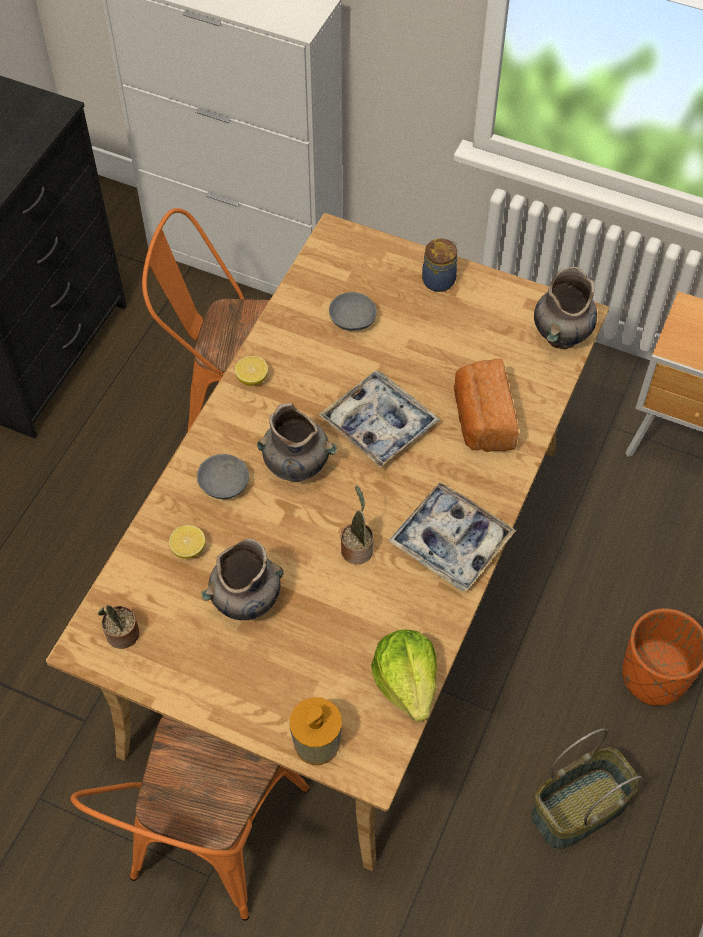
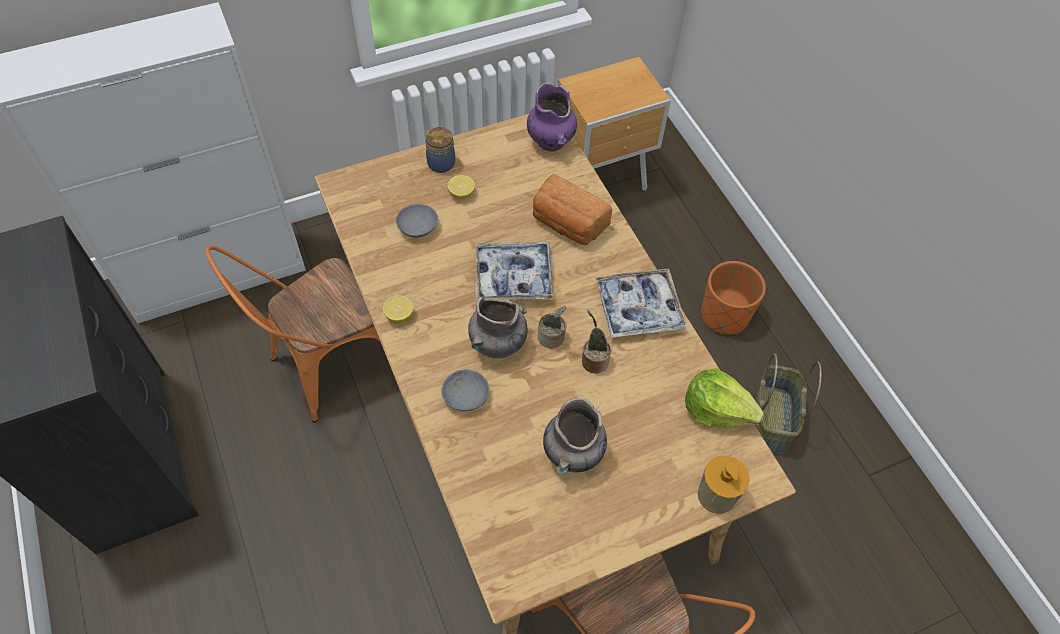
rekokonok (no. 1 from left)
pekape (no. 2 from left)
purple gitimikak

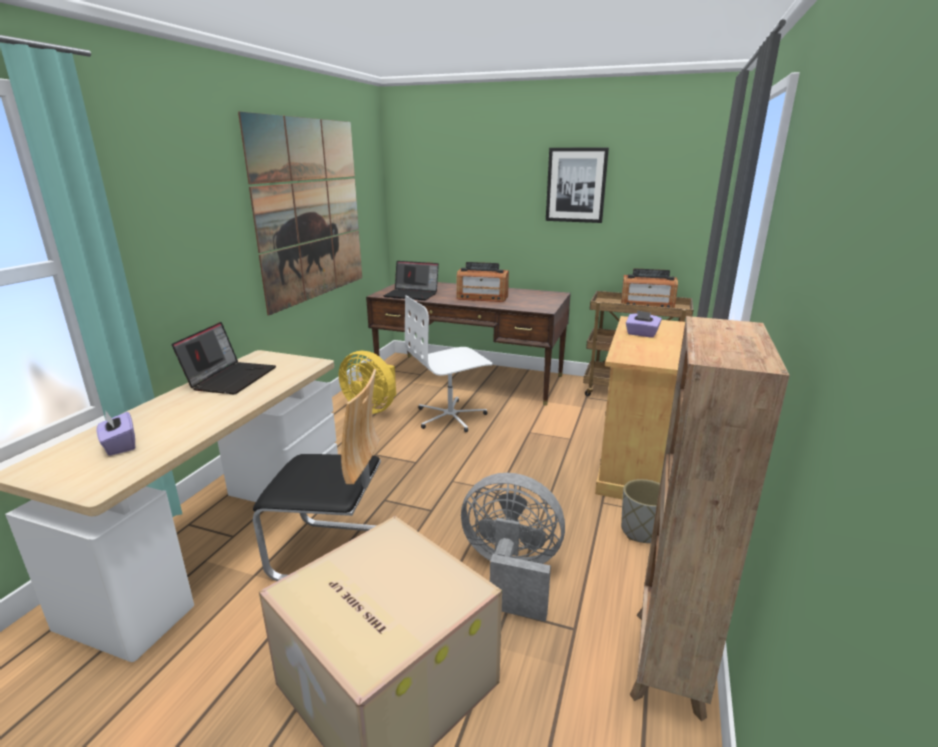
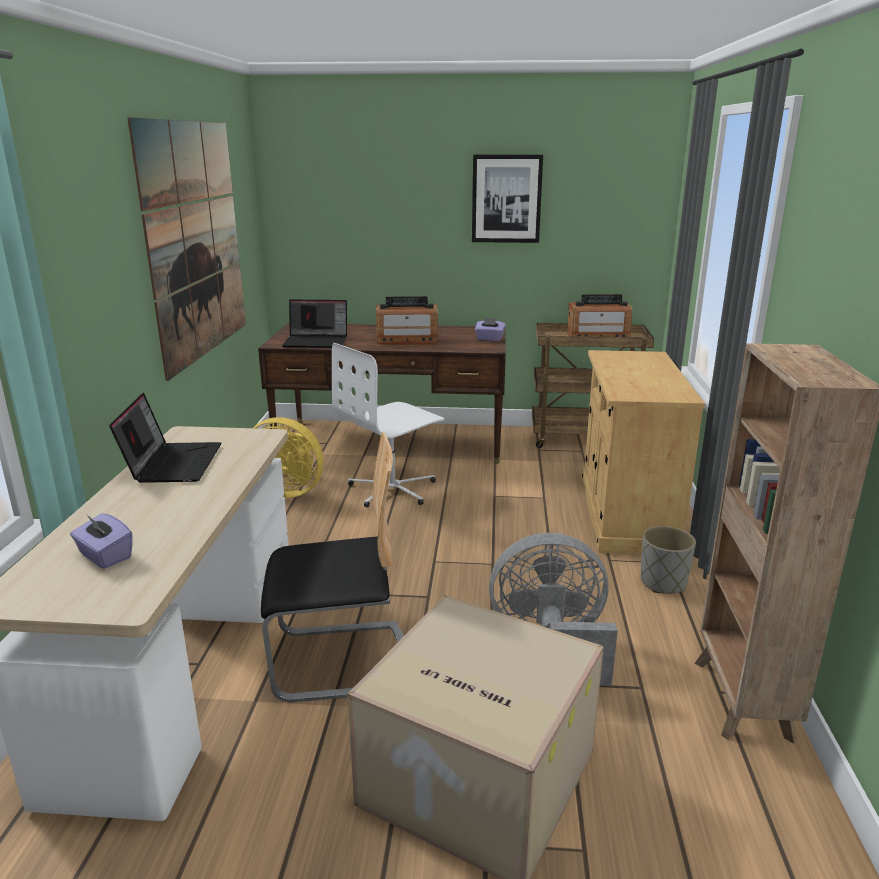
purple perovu (no. 2 from left)

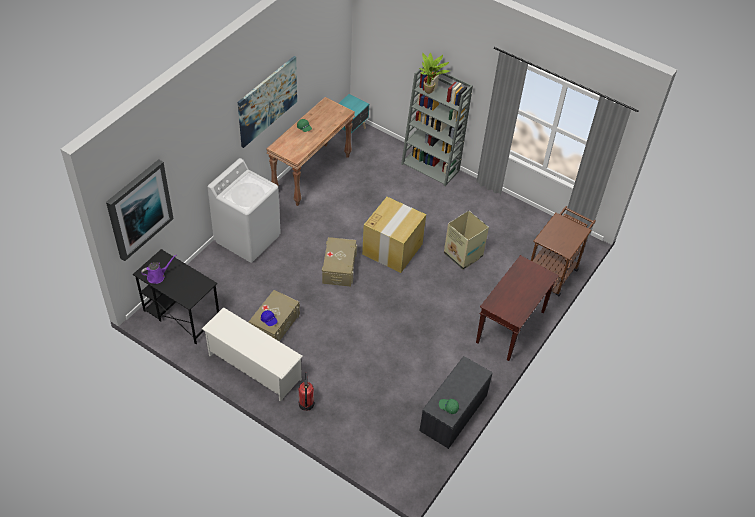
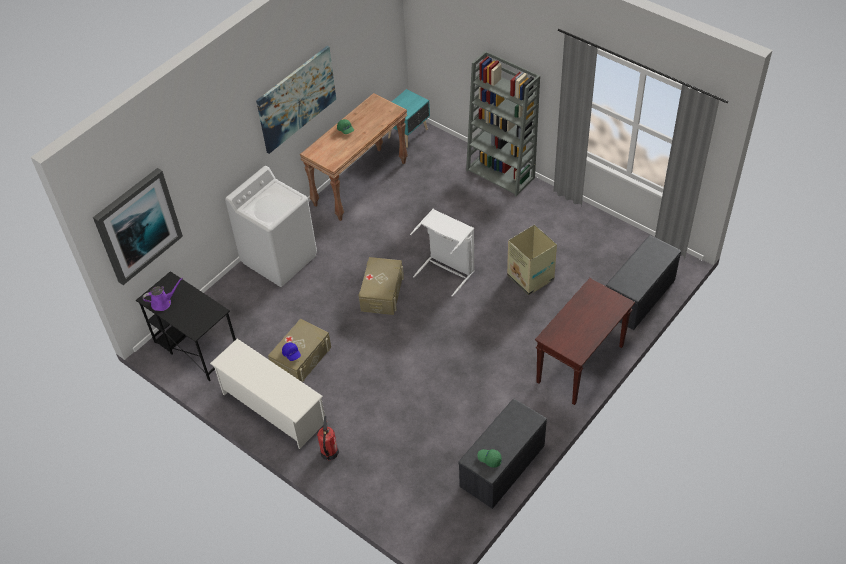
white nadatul
rekokonok
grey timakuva (no. 2 from left)

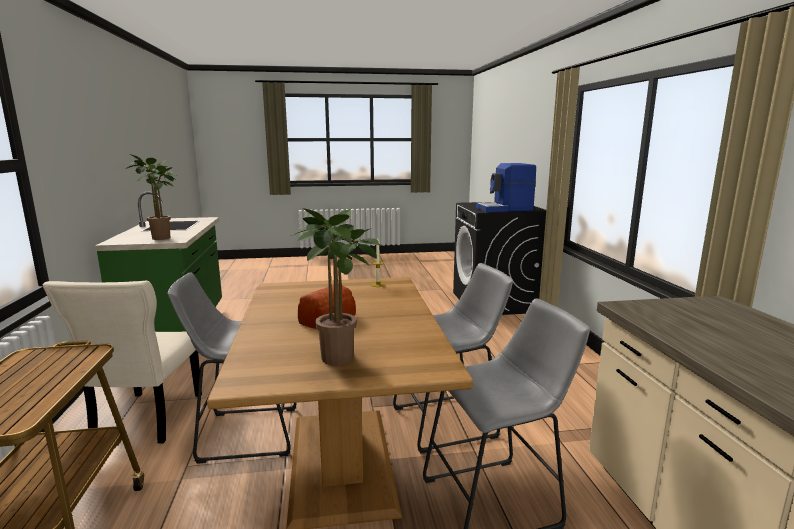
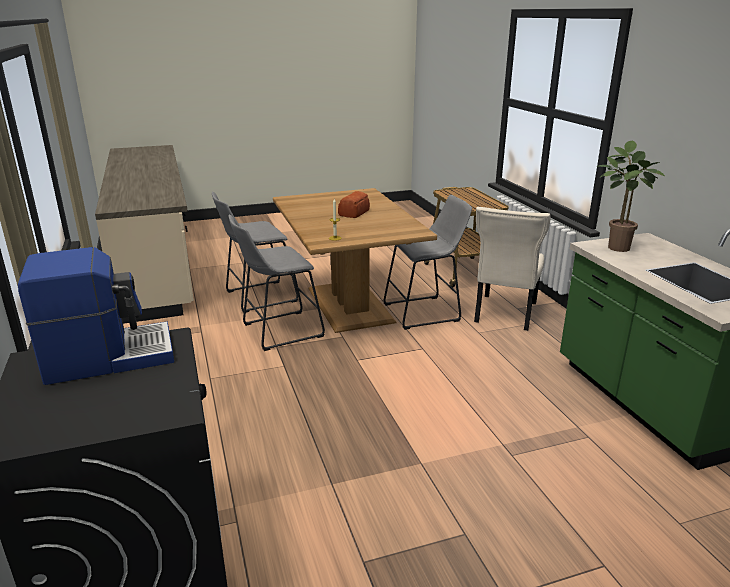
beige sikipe
rekokonok (no. 2 from left in the first image)

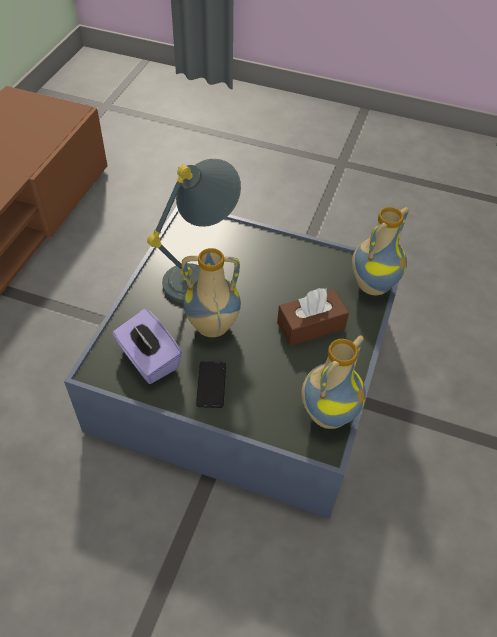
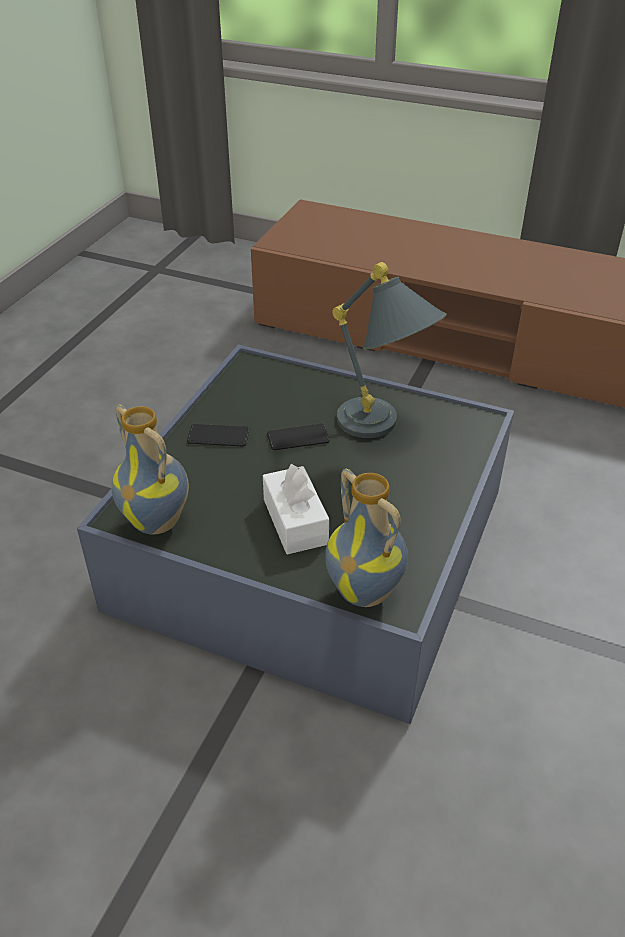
purple perovu
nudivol (no. 2 from left)
white perovu

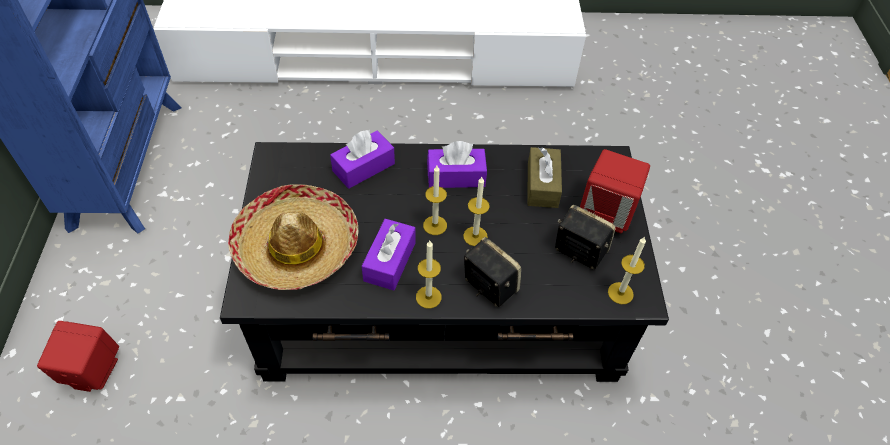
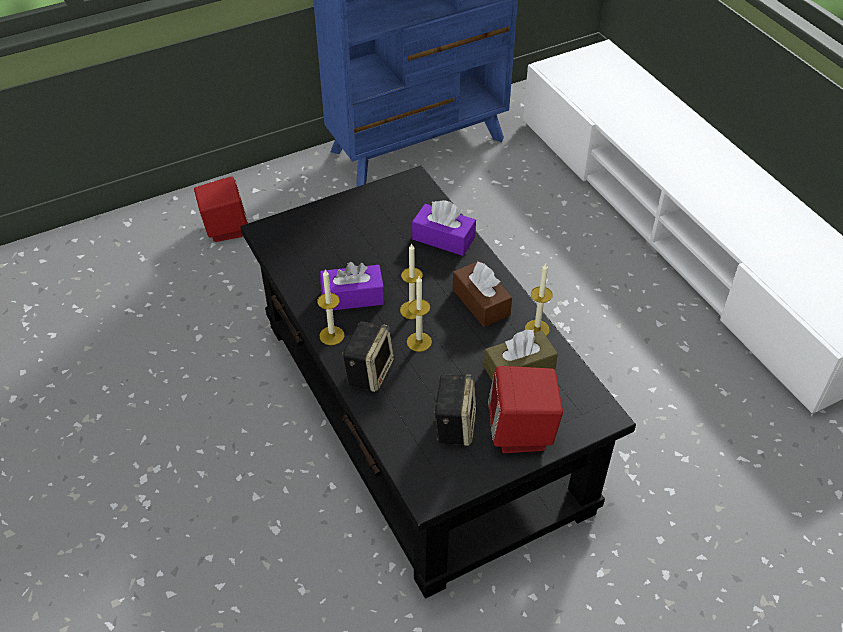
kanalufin
brown perovu (no. 1 from left)
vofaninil (no. 4 from left)

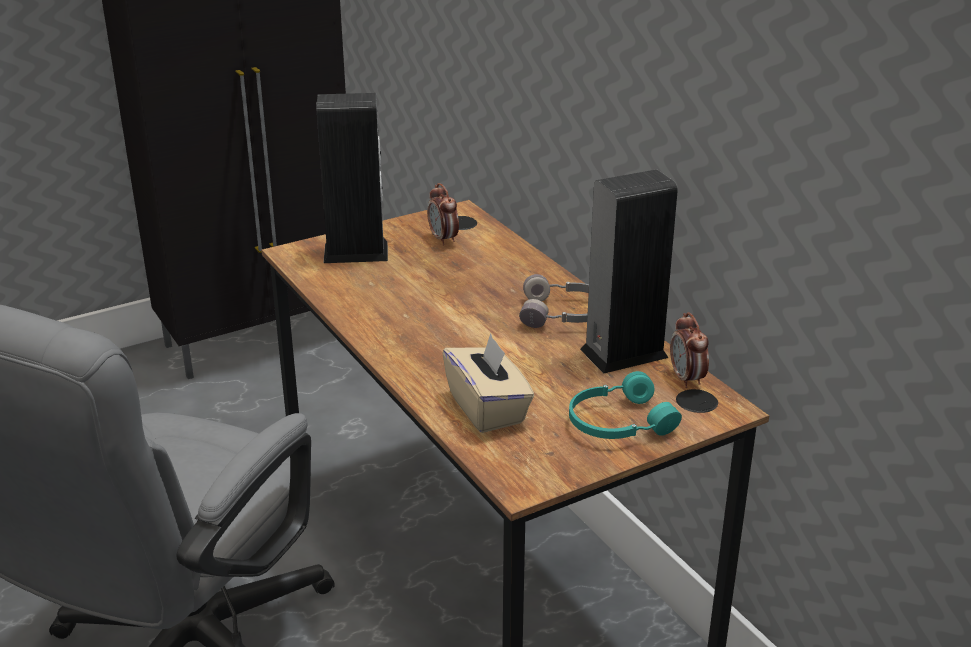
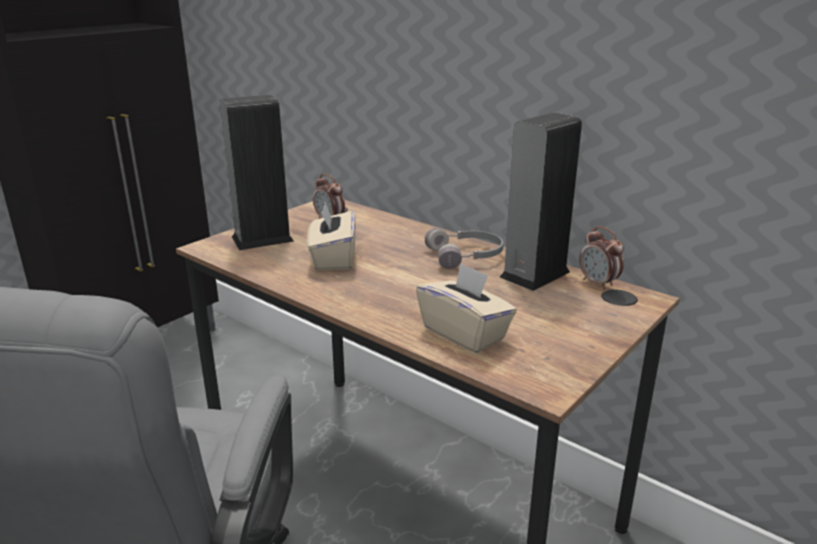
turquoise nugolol
beige perovu (no. 1 from left)

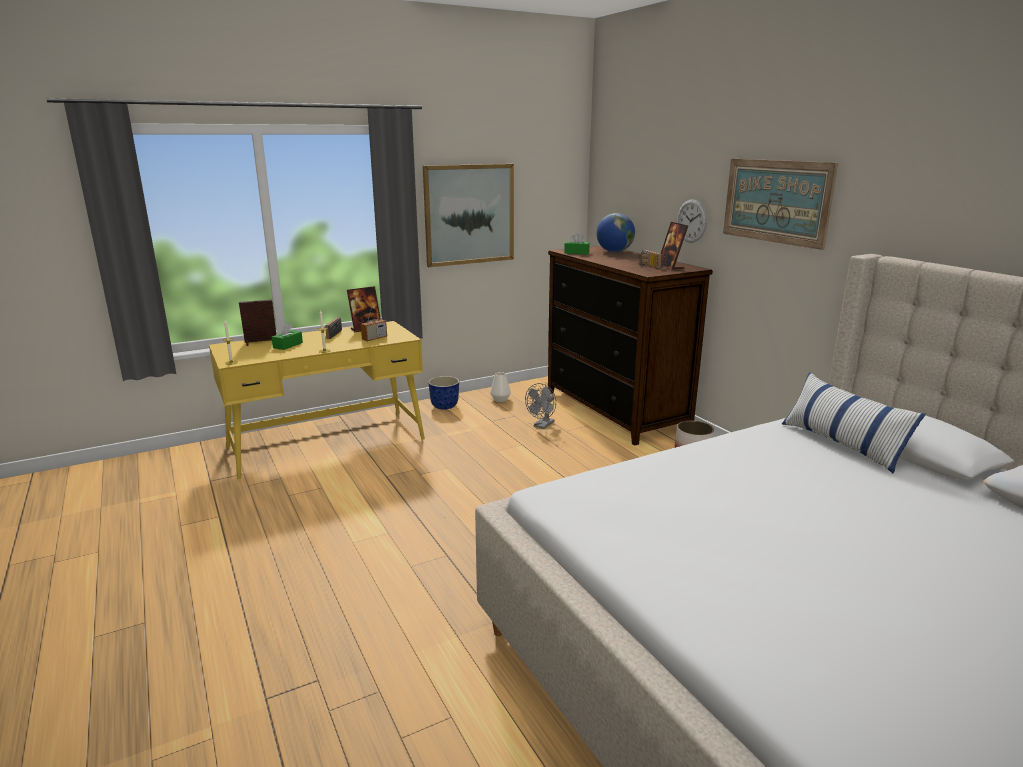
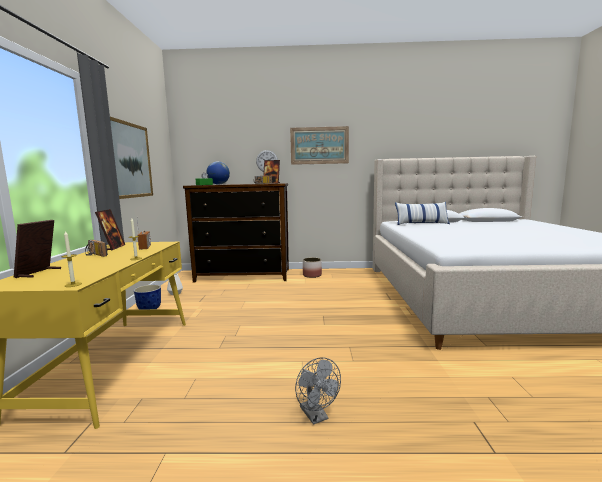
green perovu (no. 1 from left in the first image)
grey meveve

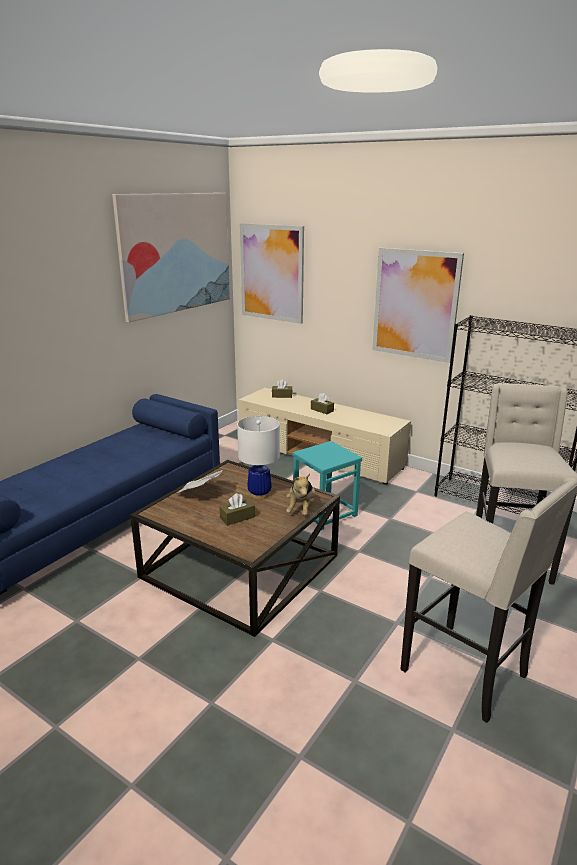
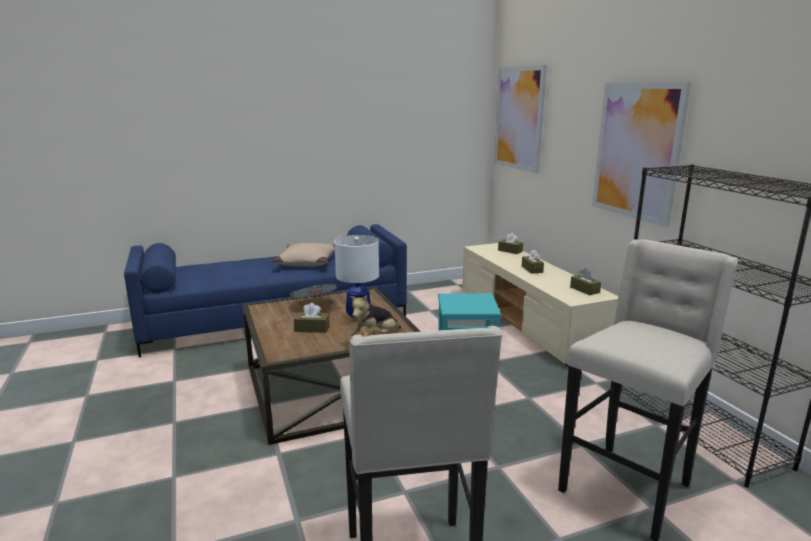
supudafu (no. 1 from left in the first image)
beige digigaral
brown perovu (no. 4 from left)

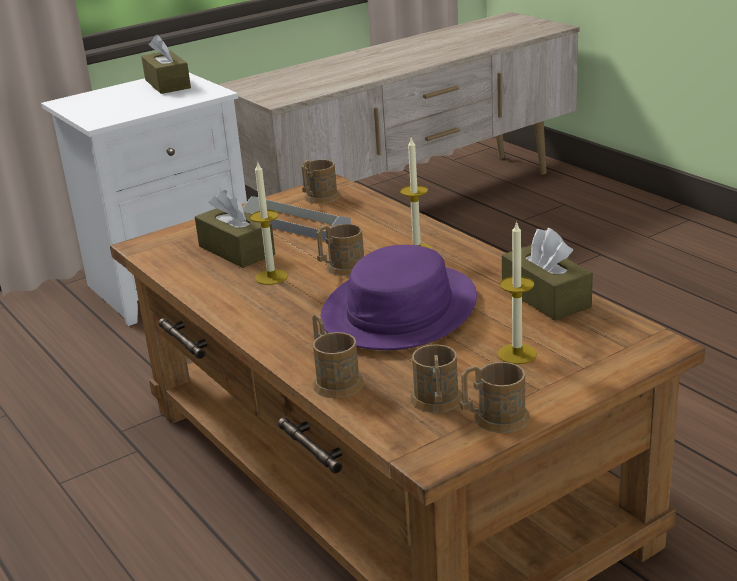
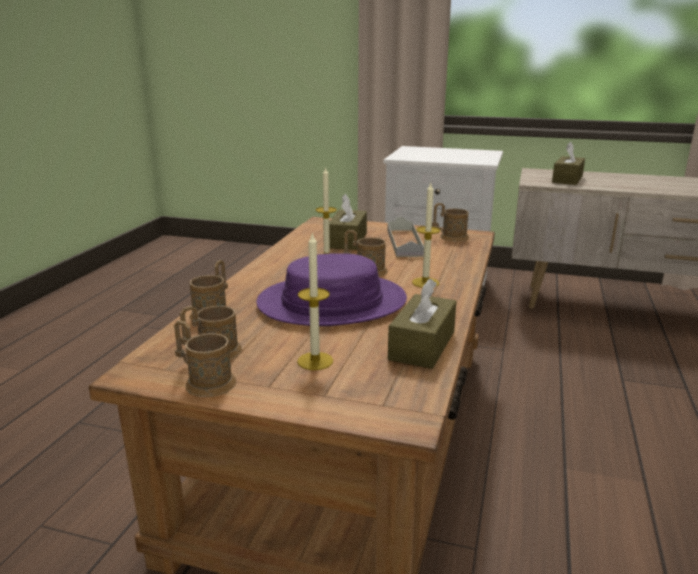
brown perovu (no. 3 from left)

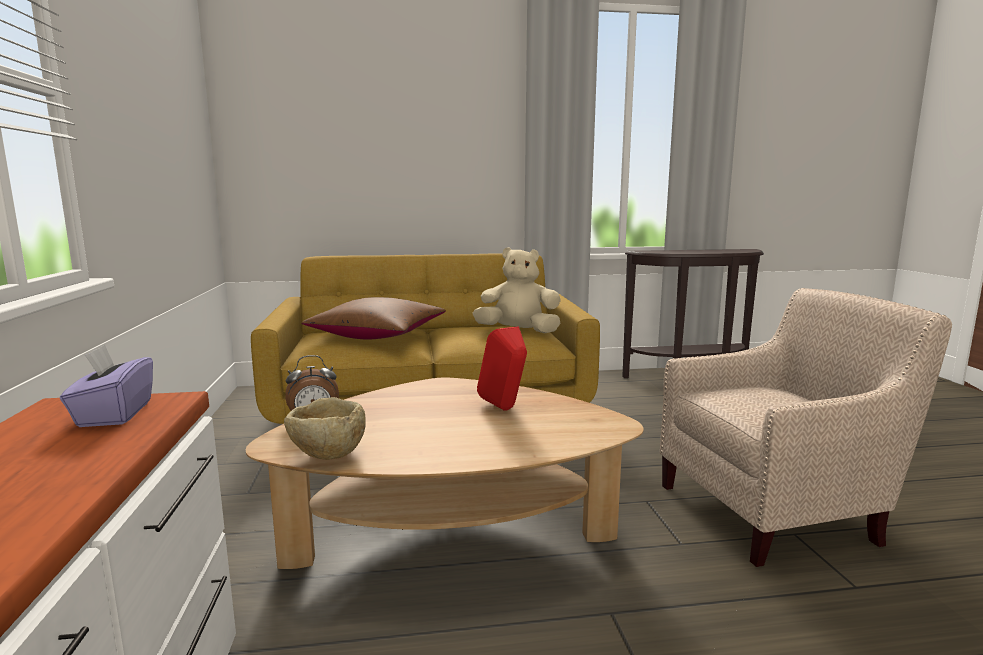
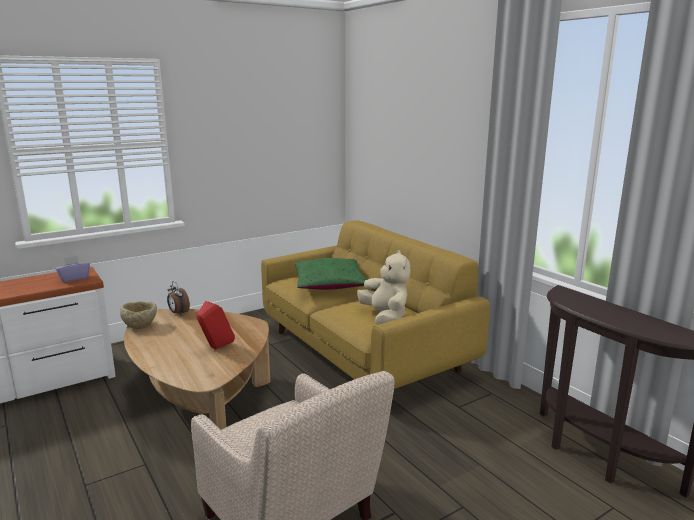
green digigaral

